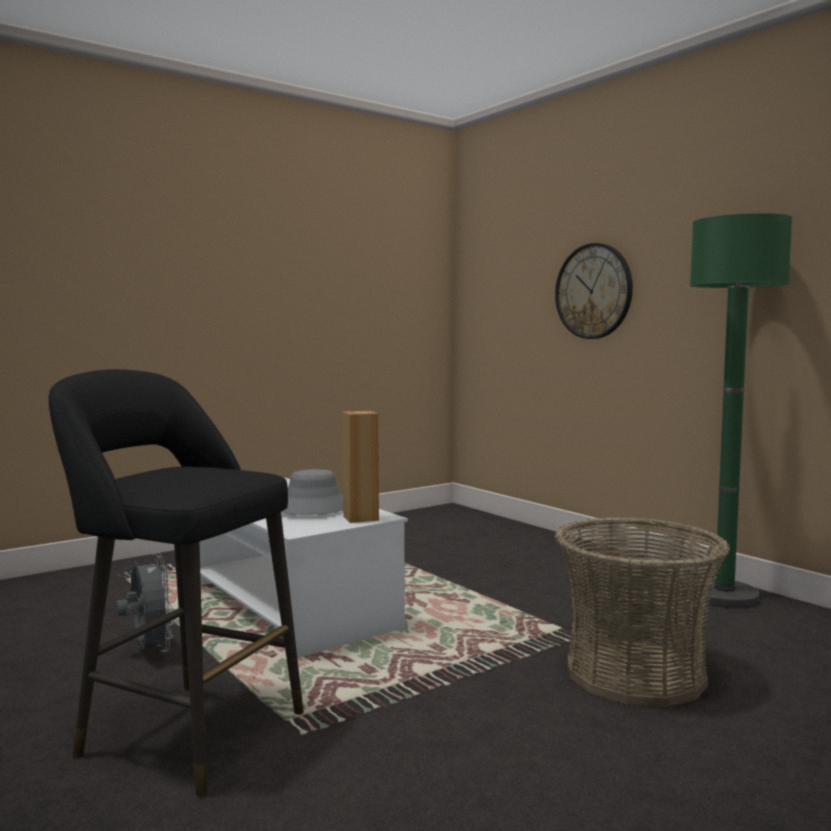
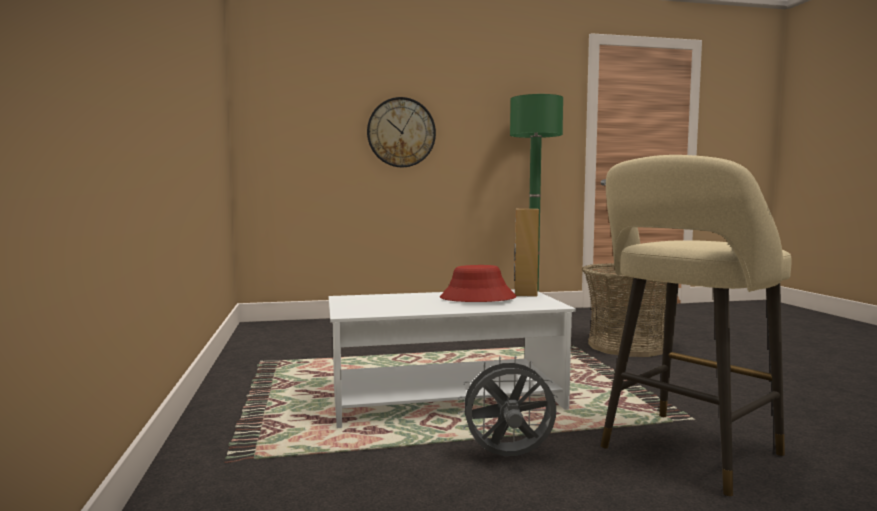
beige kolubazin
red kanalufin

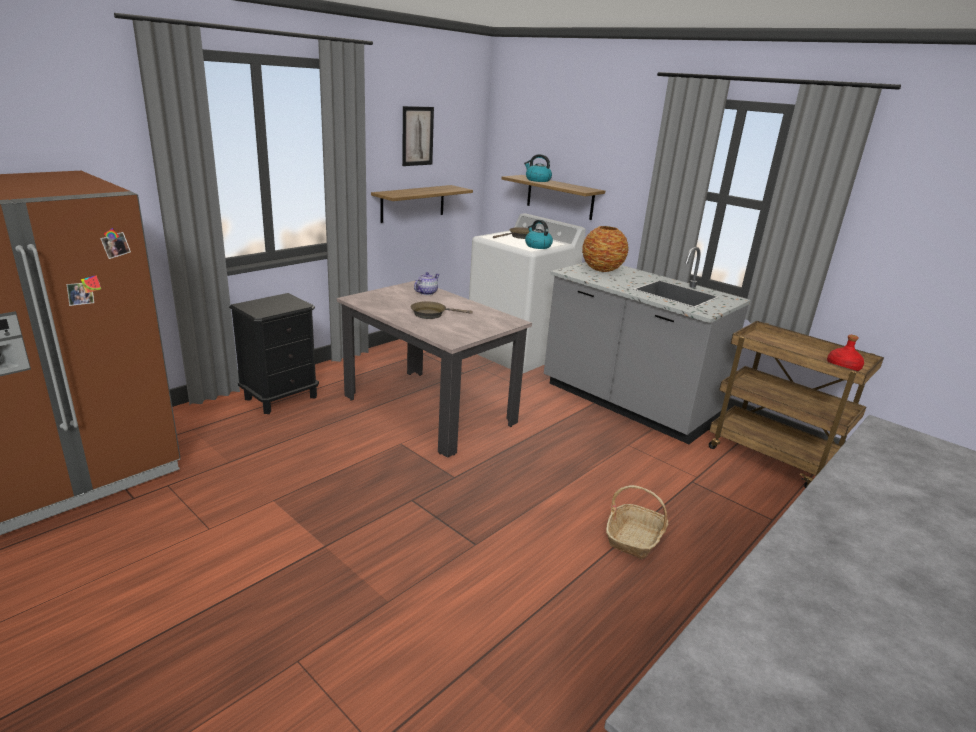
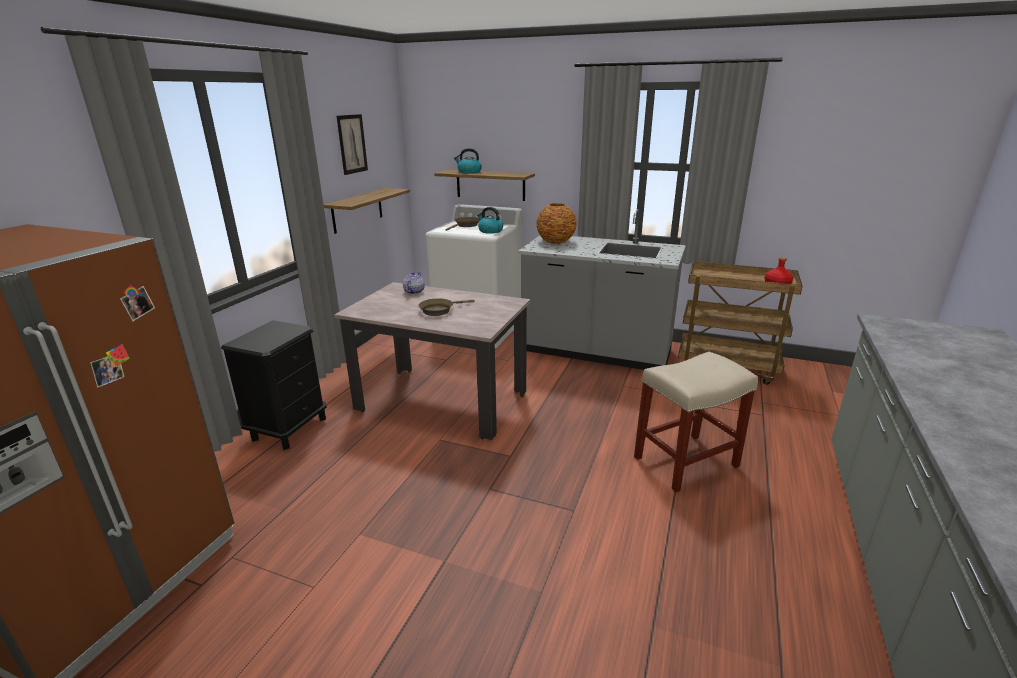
beige kolubazin

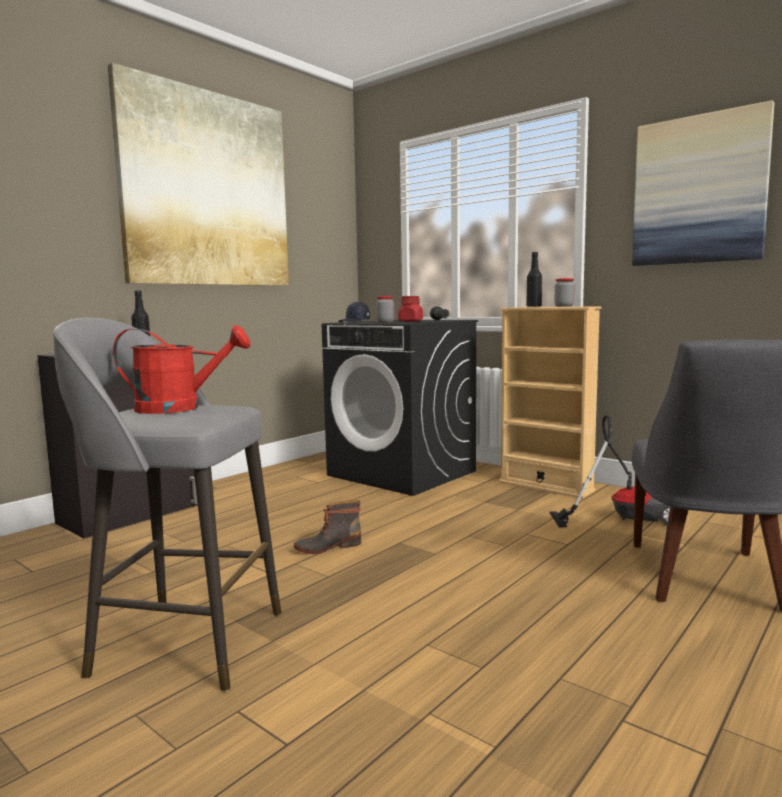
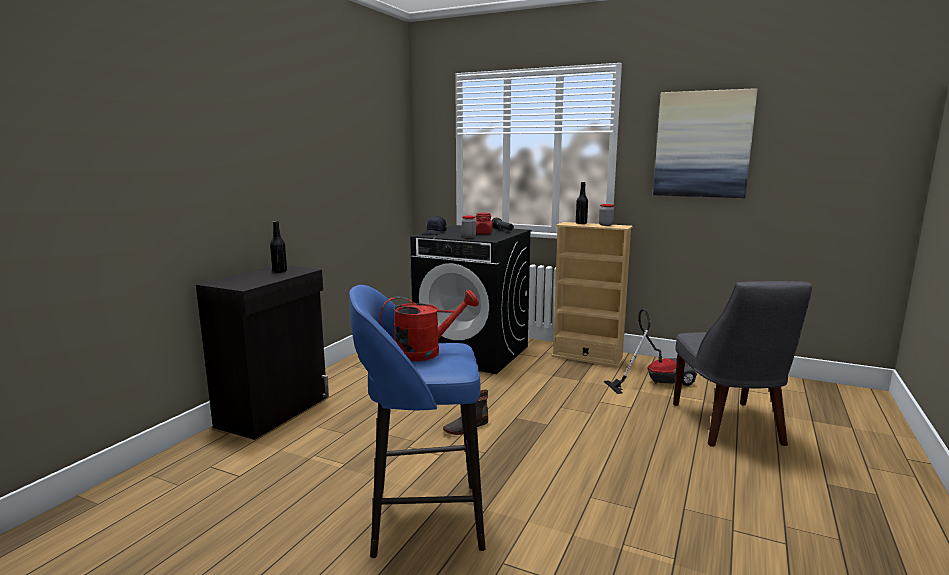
blue kolubazin
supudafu (no. 1 from left in the first image)

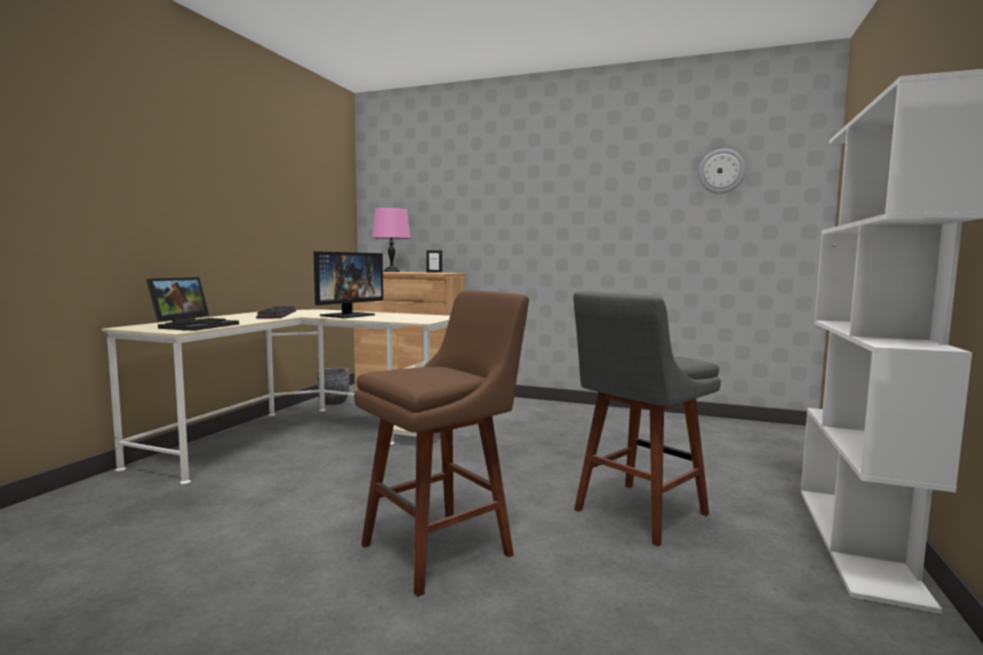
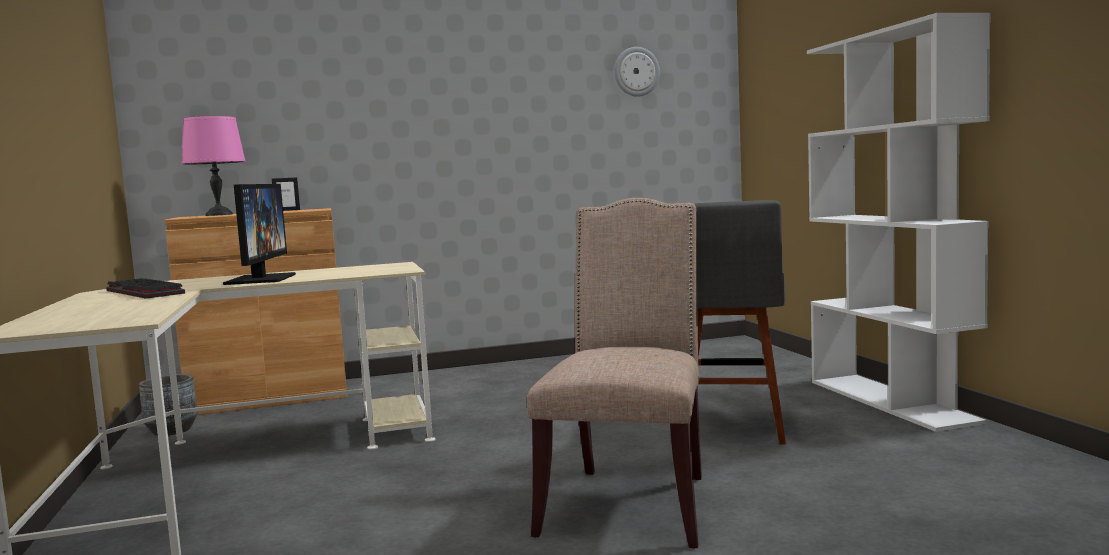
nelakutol
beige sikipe

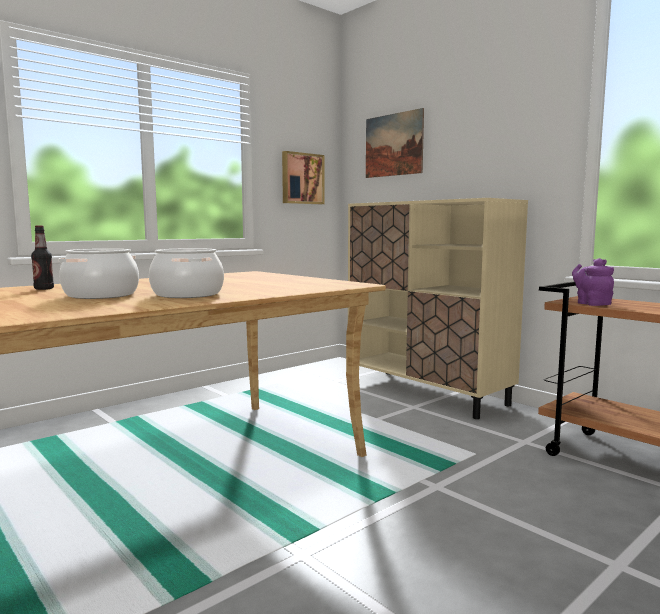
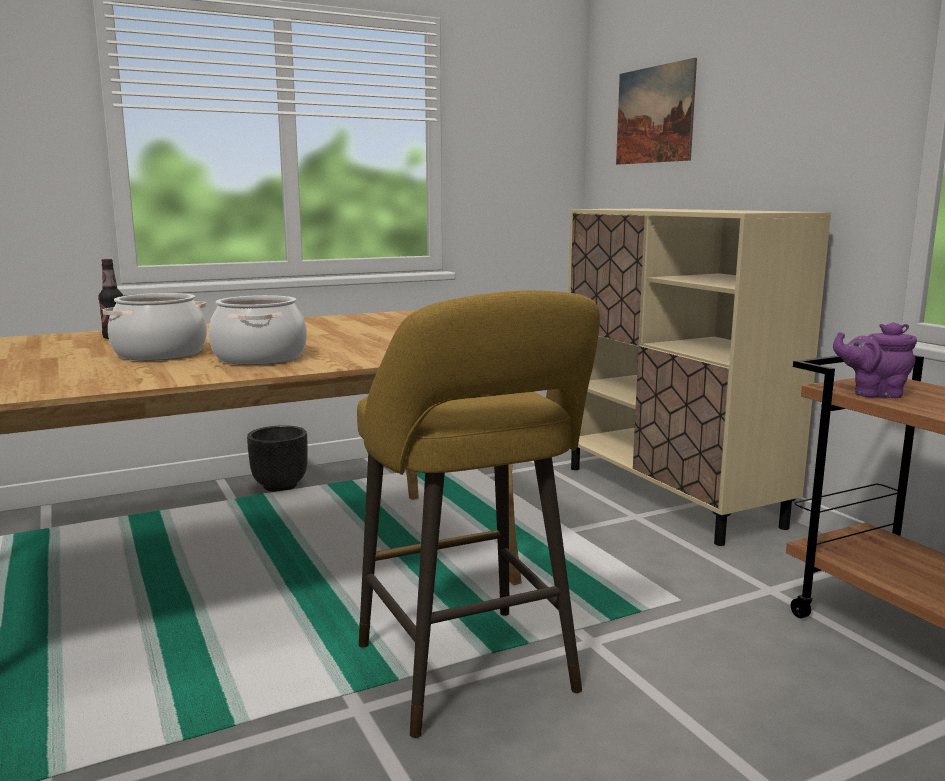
supudafu (no. 1 from left in the first image)
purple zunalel
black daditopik
yellow kolubazin

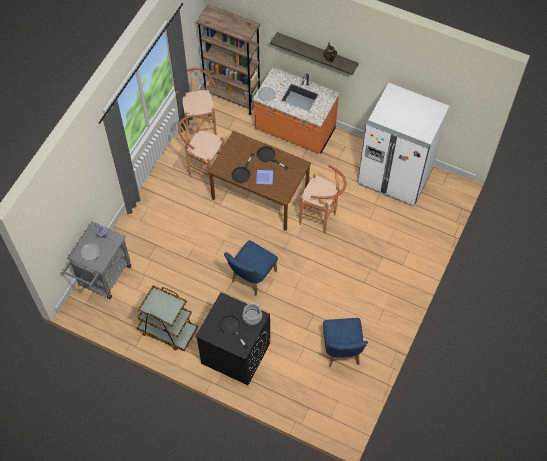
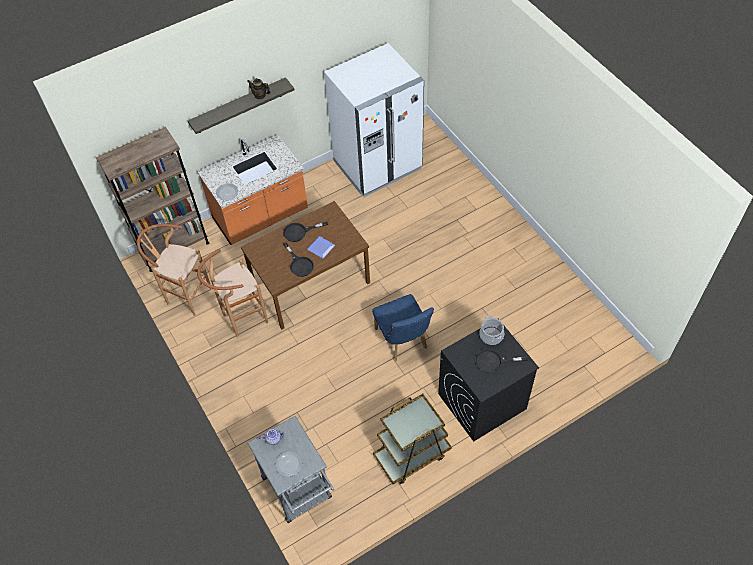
brown kolubazin (no. 3 from left in the first image)
blue sikipe (no. 2 from left in the first image)

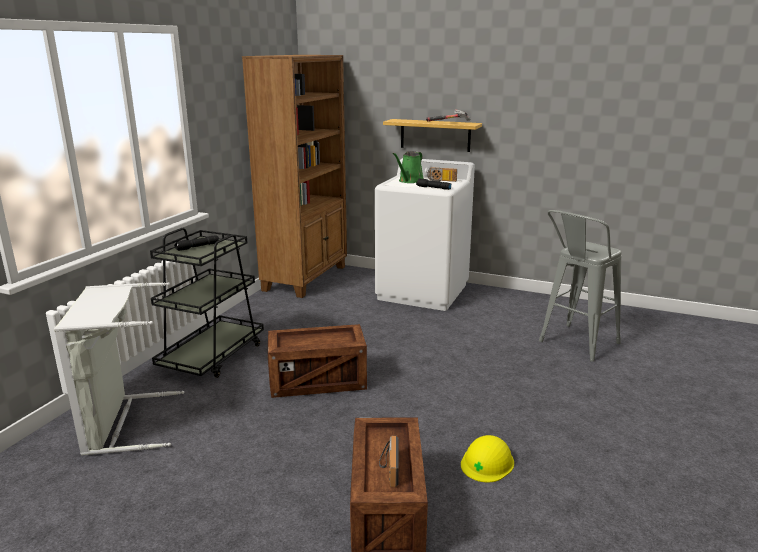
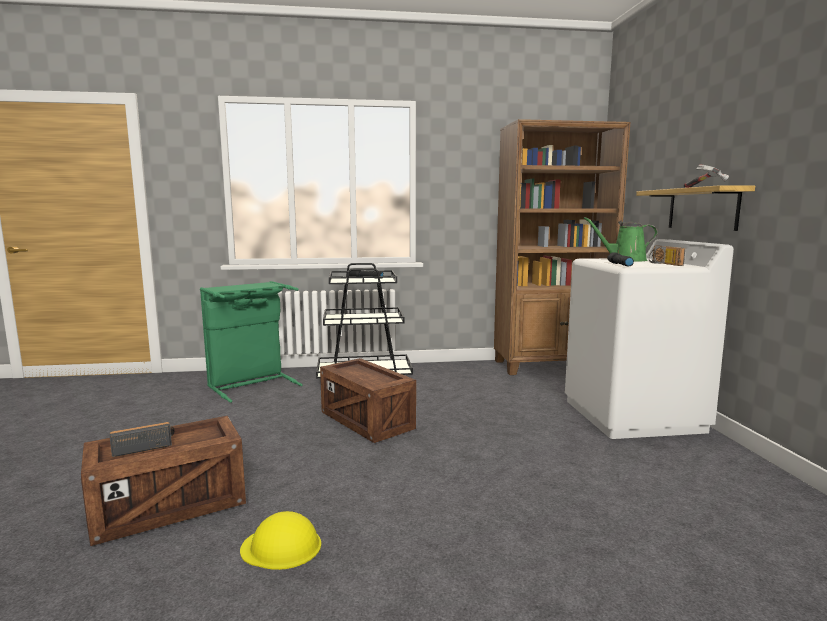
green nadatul
grey kolubazin

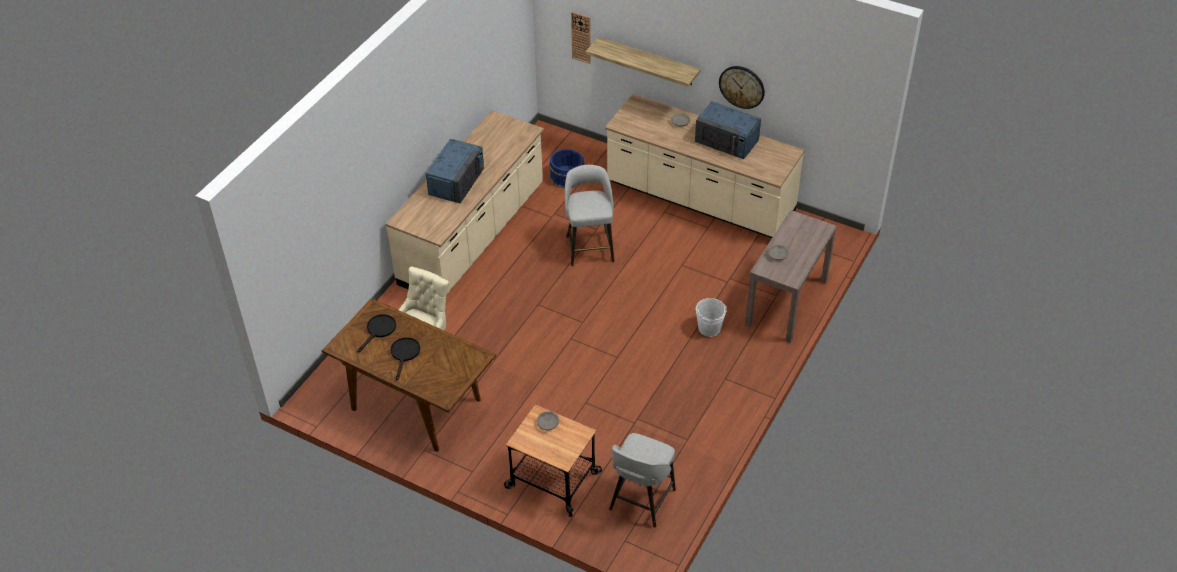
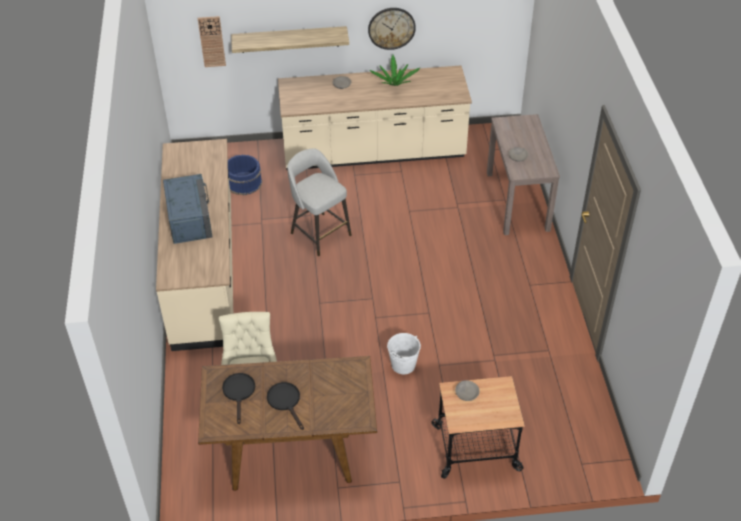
grey kolubazin (no. 2 from left in the first image)
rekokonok
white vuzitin

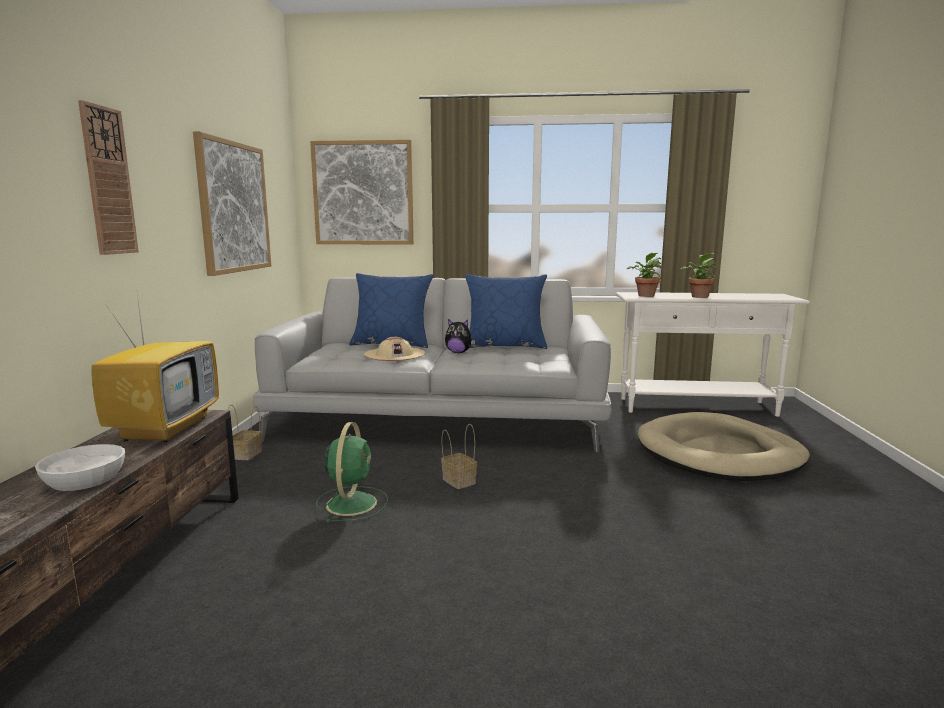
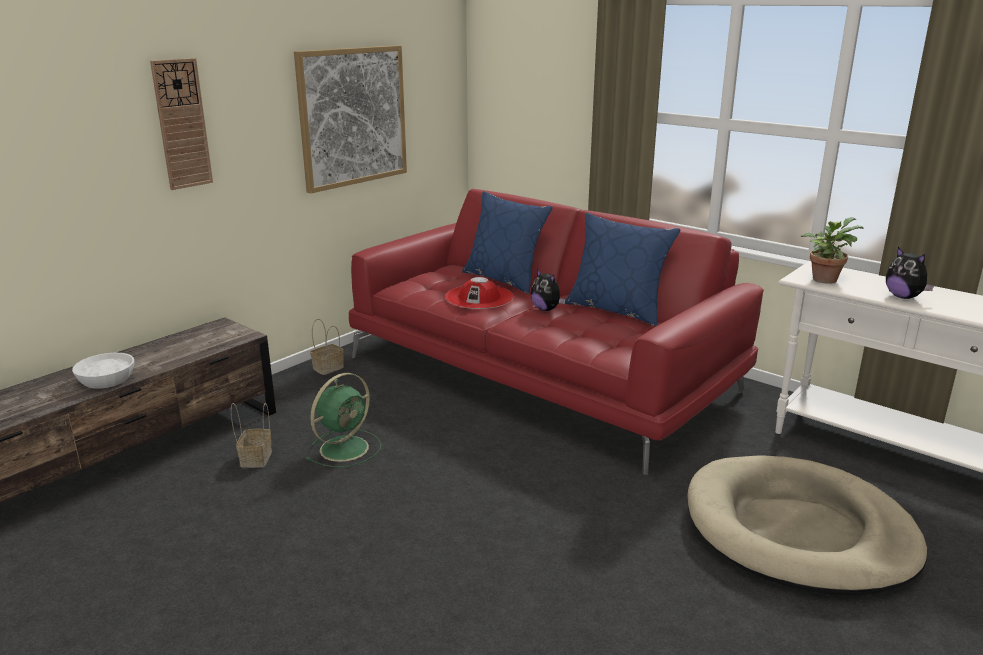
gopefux
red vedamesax
supudafu (no. 2 from left in the first image)
red kanalufin
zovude (no. 1 from left)
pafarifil (no. 2 from left)

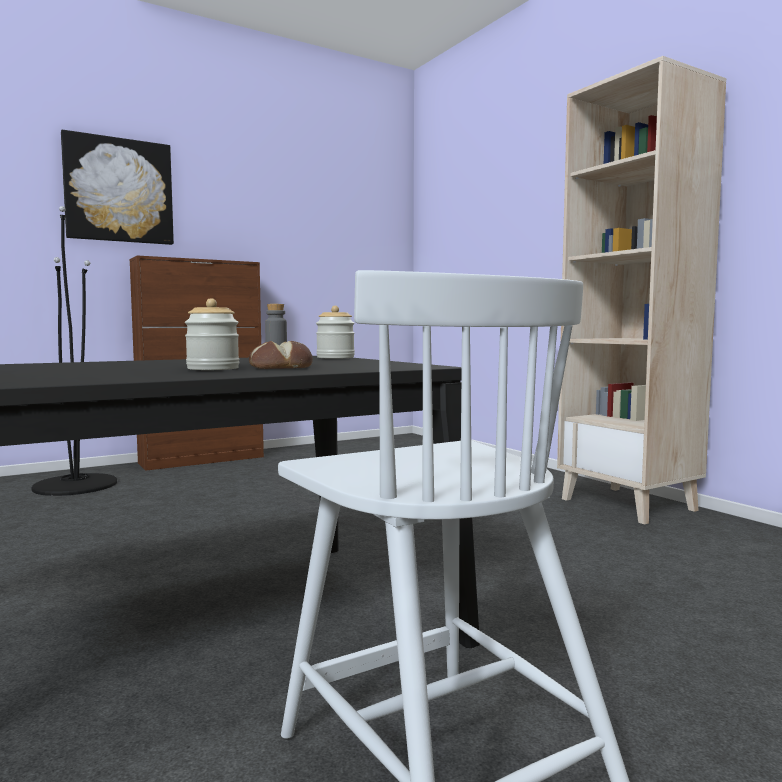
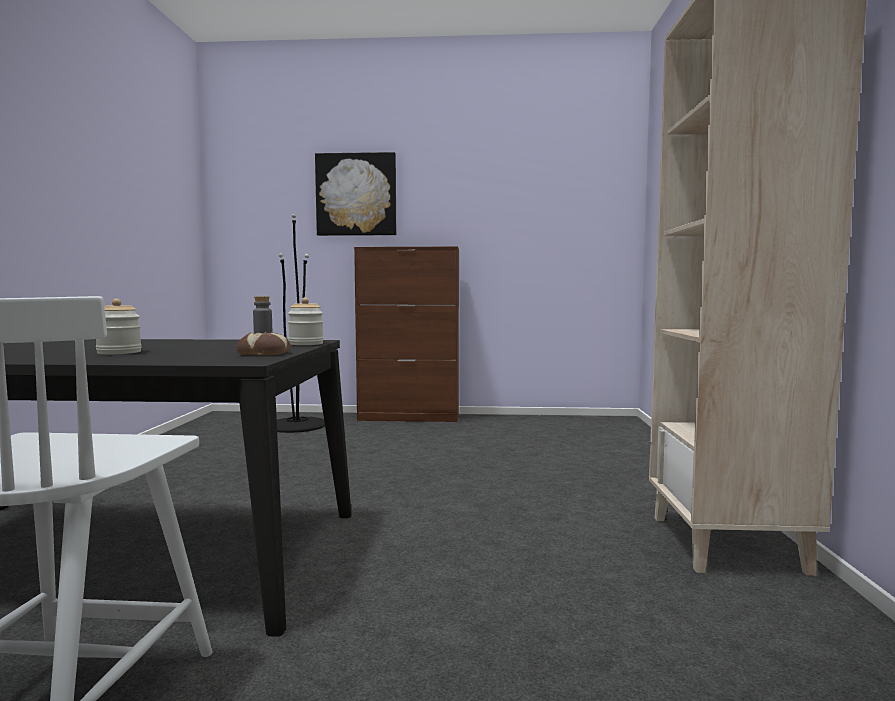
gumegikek

